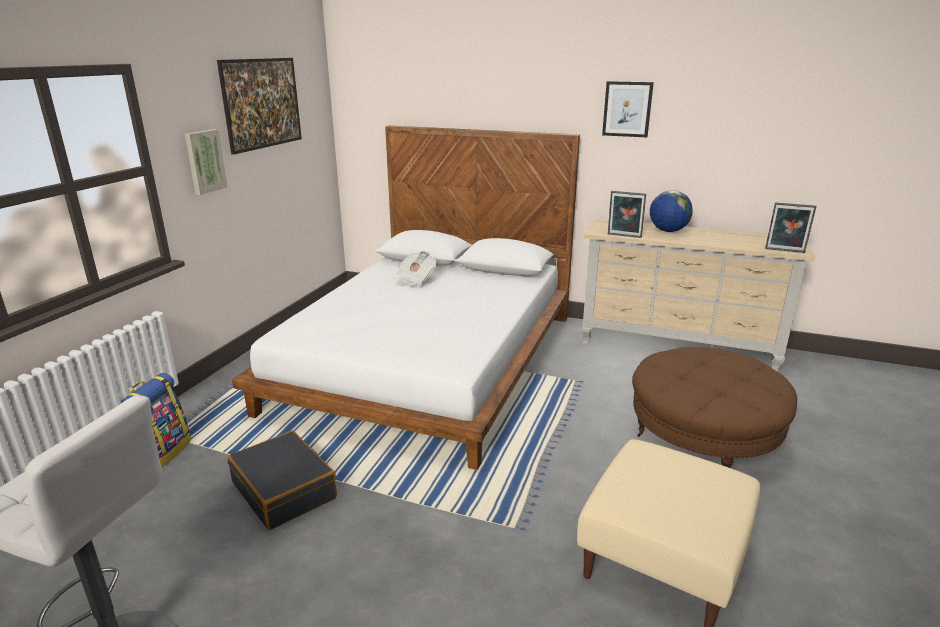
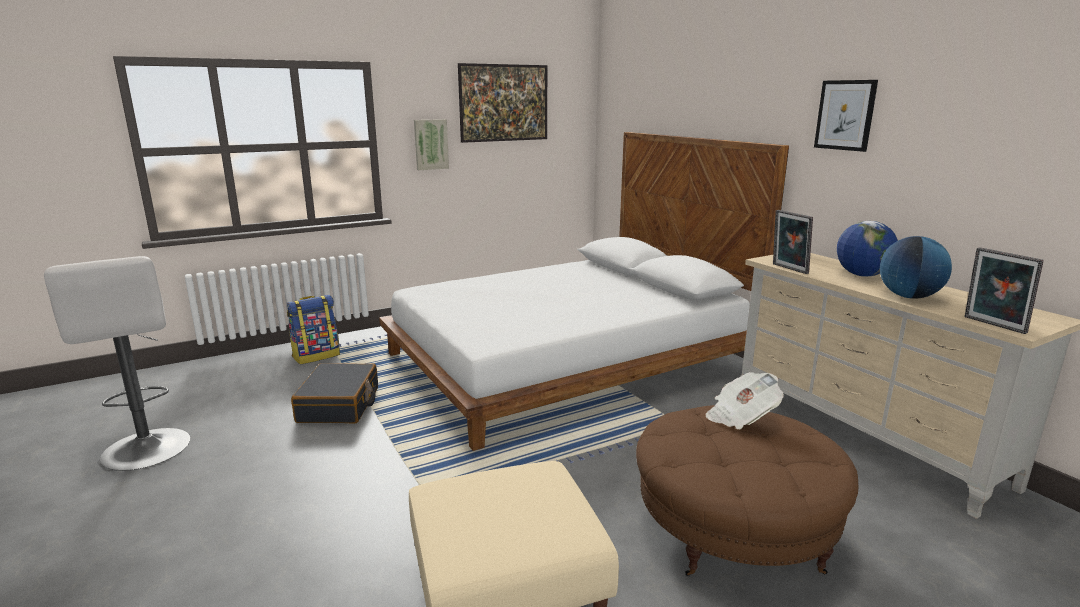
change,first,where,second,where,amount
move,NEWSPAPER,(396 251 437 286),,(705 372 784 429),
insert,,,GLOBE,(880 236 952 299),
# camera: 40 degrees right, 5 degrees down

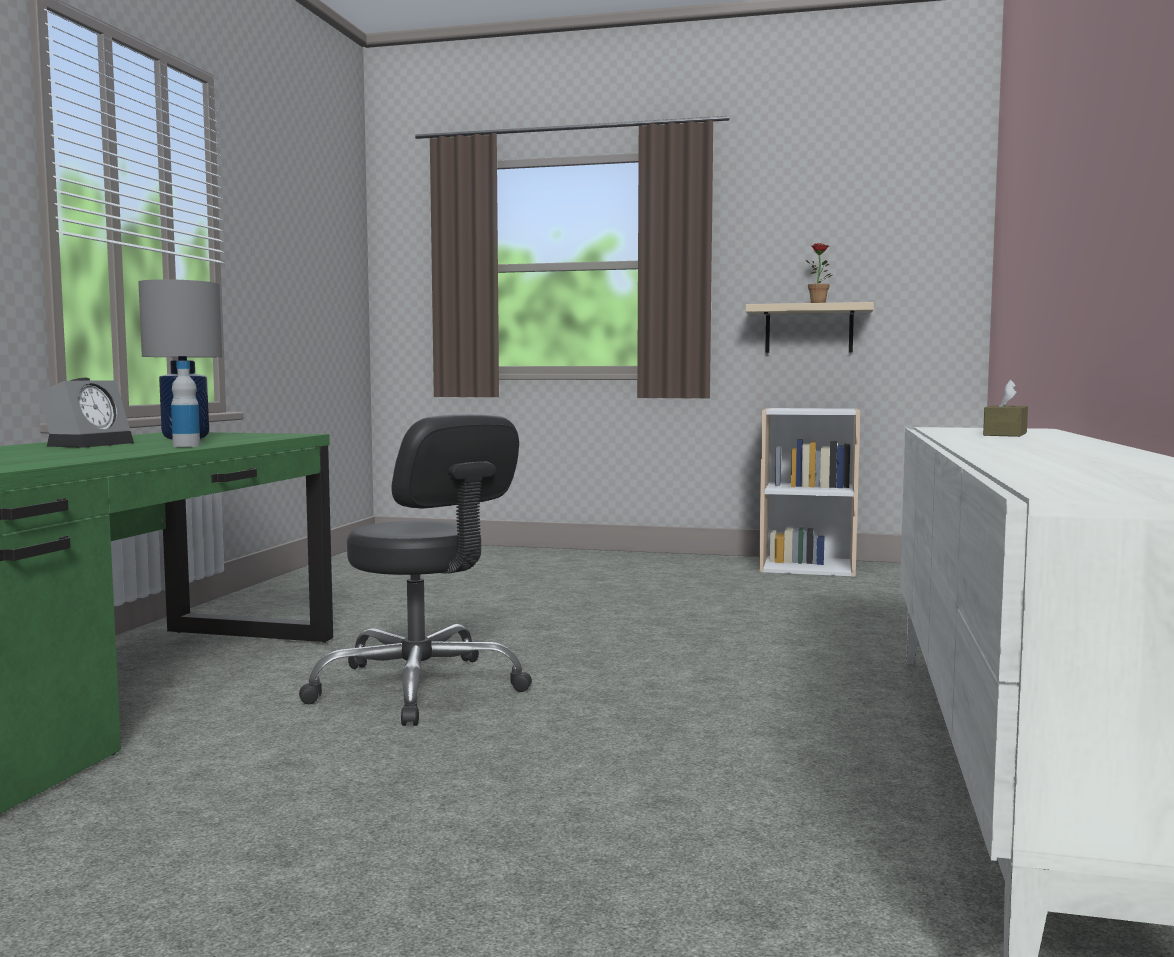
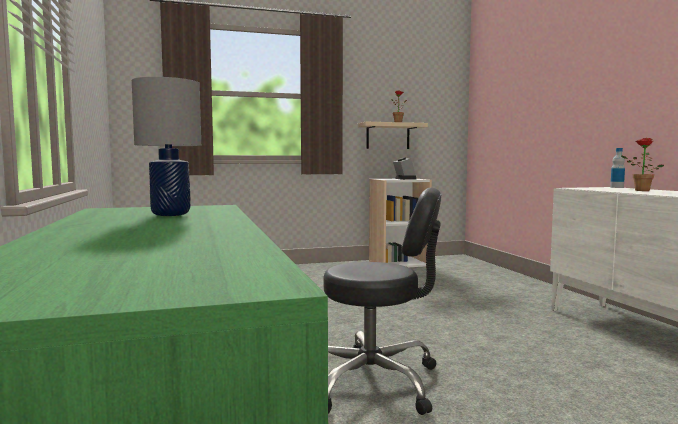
change,first,where,second,where,amount
move,ALARM CLOCK,(37 378 134 448),,(393 157 417 180),
move,BOTTLE,(171 361 200 447),,(610 148 625 188),
replace,BROWN TISSUE BOX,(983 379 1028 437),POTTED PLANT,(620 138 664 191),
# camera: 30 degrees left, 0 degrees up

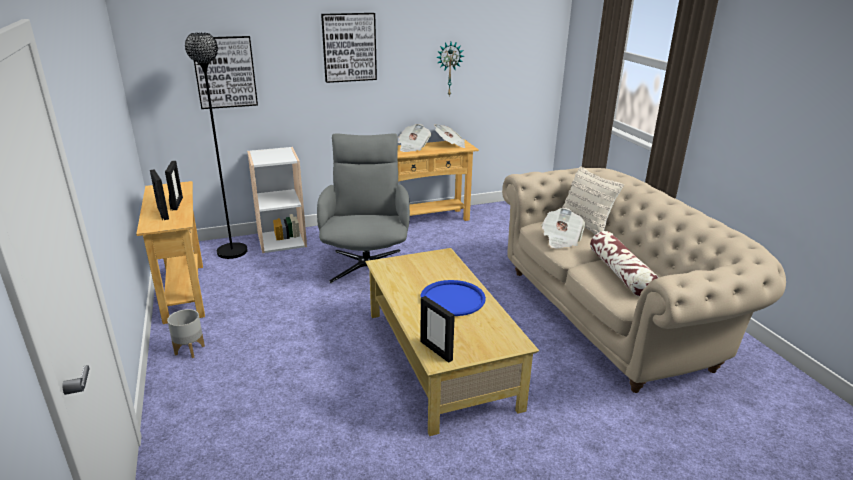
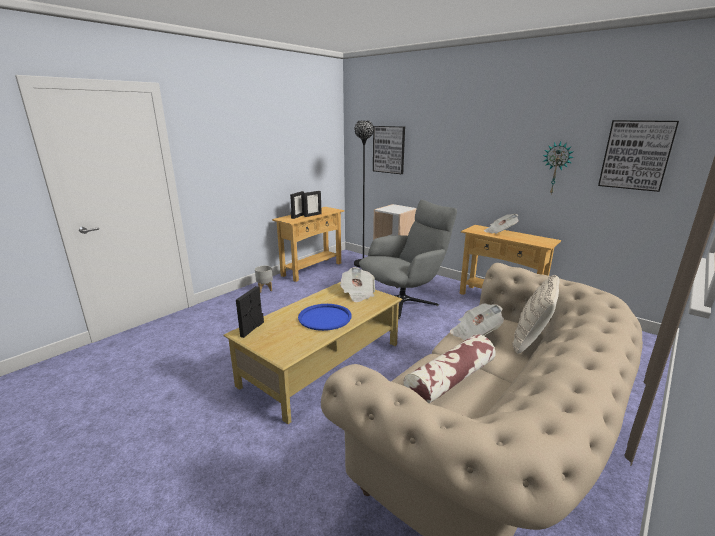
change,first,where,second,where,amount
move,PICTURE,(321 13 377 83),,(598 120 679 192),
move,NEWSPAPER,(434 124 465 148),,(340 267 375 302),
# camera: 60 degrees right, 5 degrees down

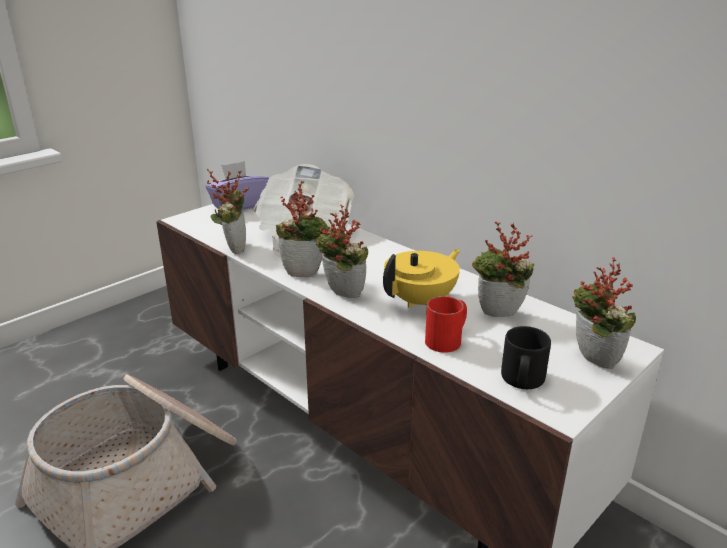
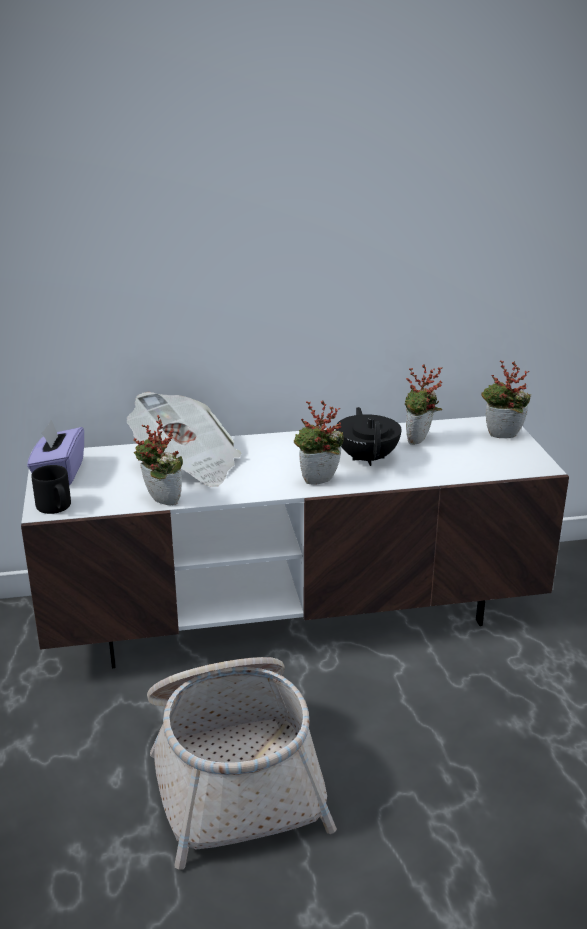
change,first,where,second,where,amount
delete,POTTED PLANT,(276 181 330 277),,,
recolor,YELLOW TEAPOT,(383 249 460 308),BLACK TEAPOT,(336 407 402 466),
delete,RED MUG,(425 296 467 353),,,
move,BLACK MUG,(501 326 551 389),,(31 465 71 514),
# camera: 55 degrees left, 0 degrees up

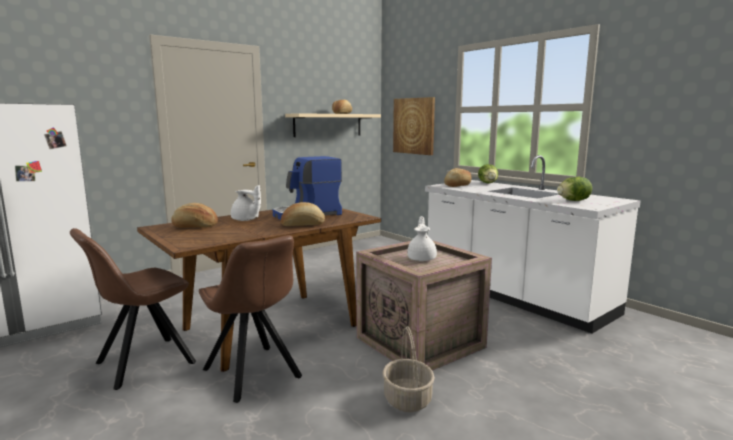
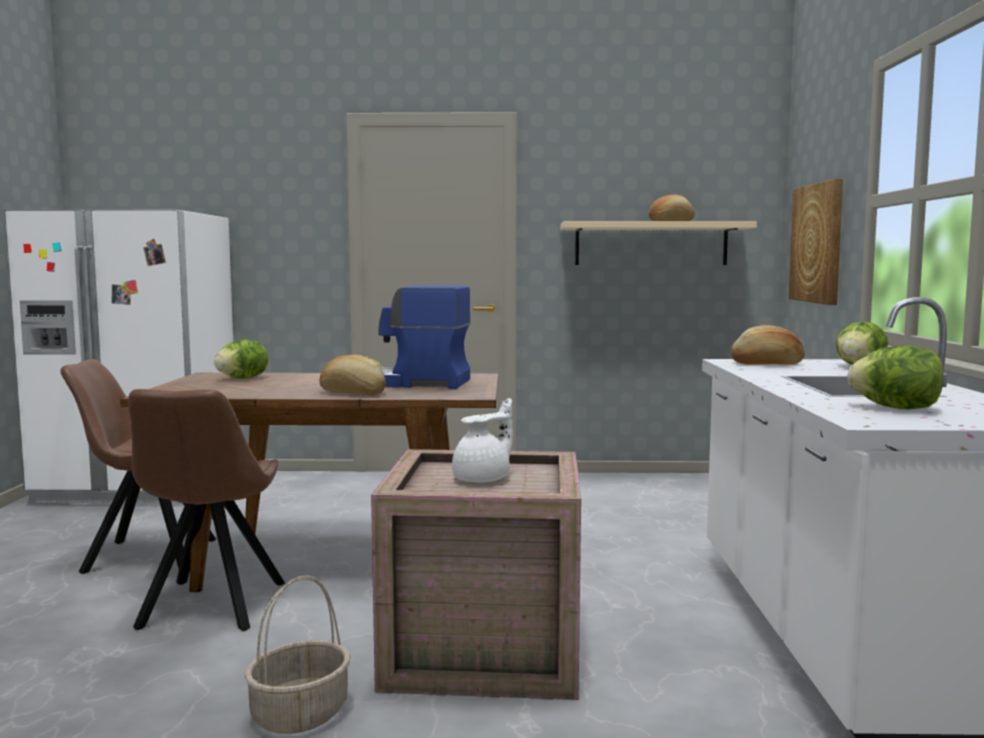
change,first,where,second,where,amount
replace,BREAD,(171 203 218 228),LETTUCE,(214 339 268 379),
delete,WHITE TEAPOT,(231 185 261 221),,,
# camera: 40 degrees right, 5 degrees down

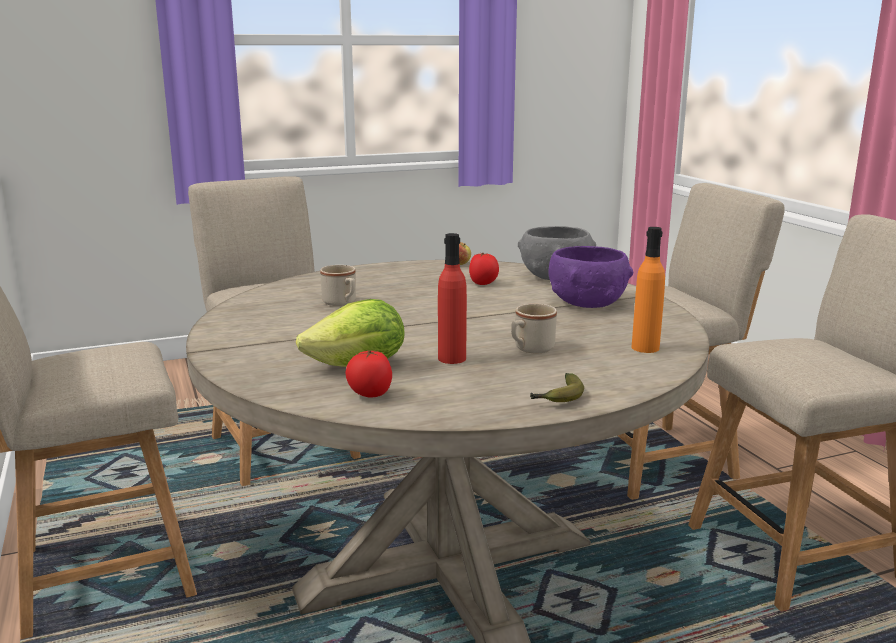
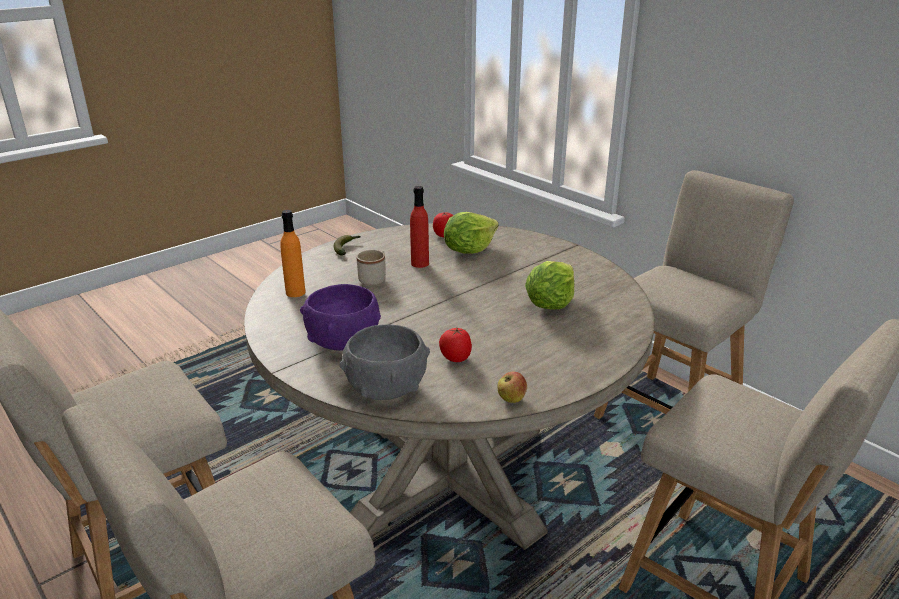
change,first,where,second,where,amount
replace,BEIGE MUG,(320 265 356 306),LETTUCE,(525 261 574 310),
# camera: 160 degrees right, 10 degrees up

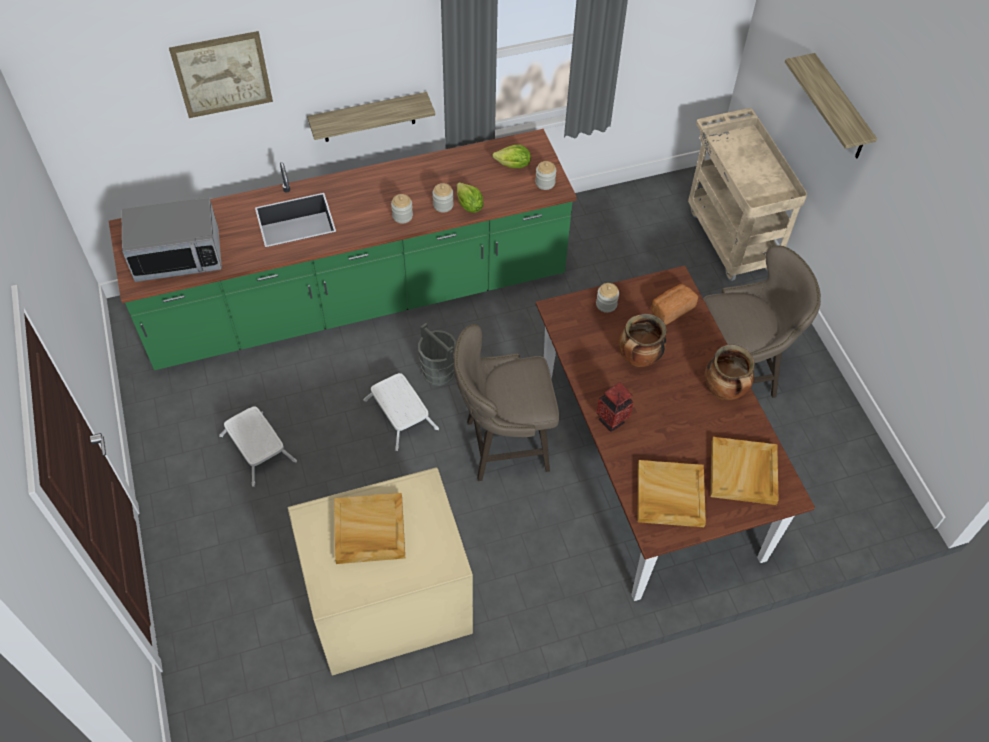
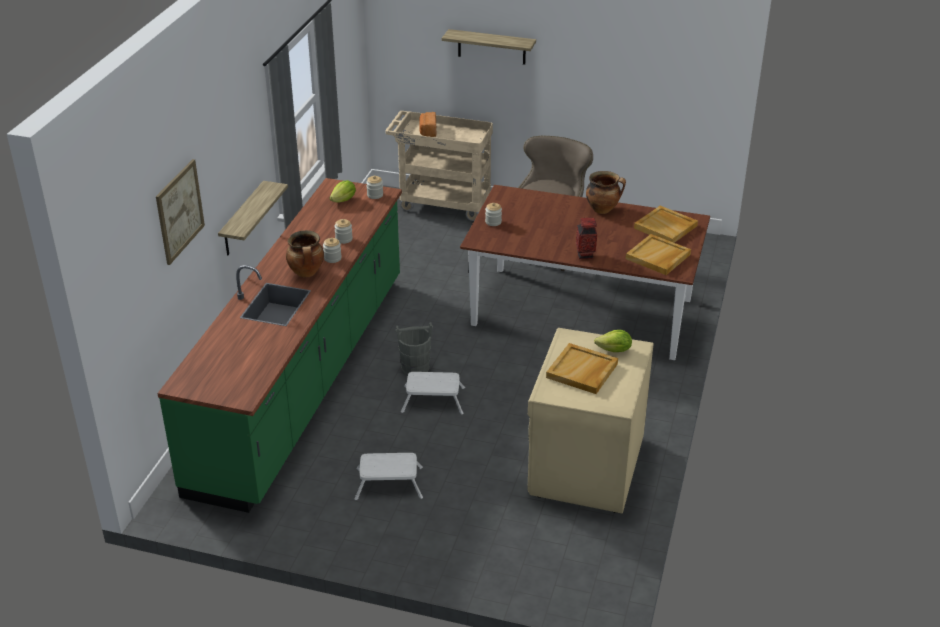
change,first,where,second,where,amount
delete,MICROWAVE,(121 197 222 282),,,
delete,BEIGE STOOL,(453 324 559 481),,,
move,LETTUCE,(457 182 484 213),,(594 330 632 352),
move,COOKING POT,(618 314 667 367),,(286 230 324 277),
move,BREAD,(651 284 698 325),,(419 112 436 137),
# camera: 55 degrees left, 20 degrees down

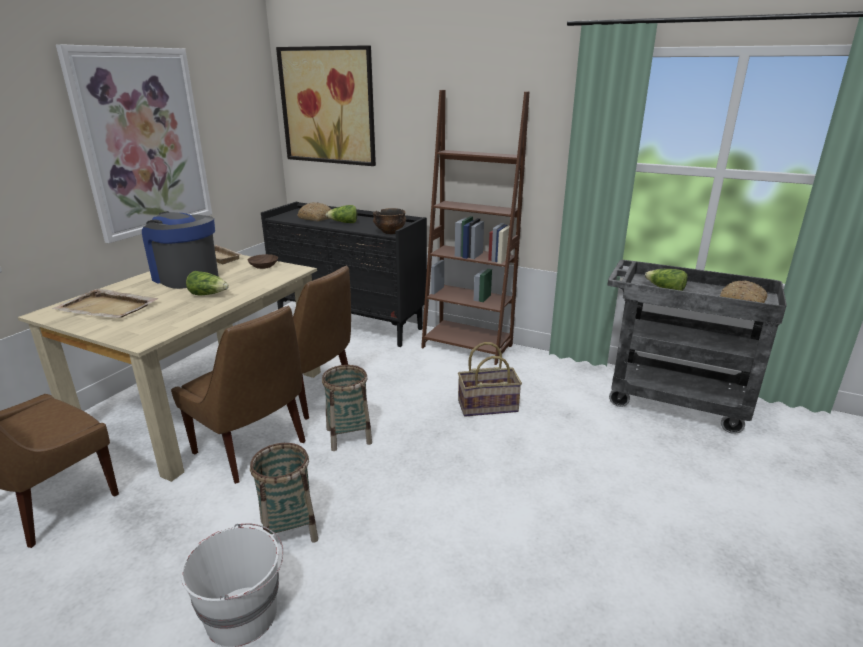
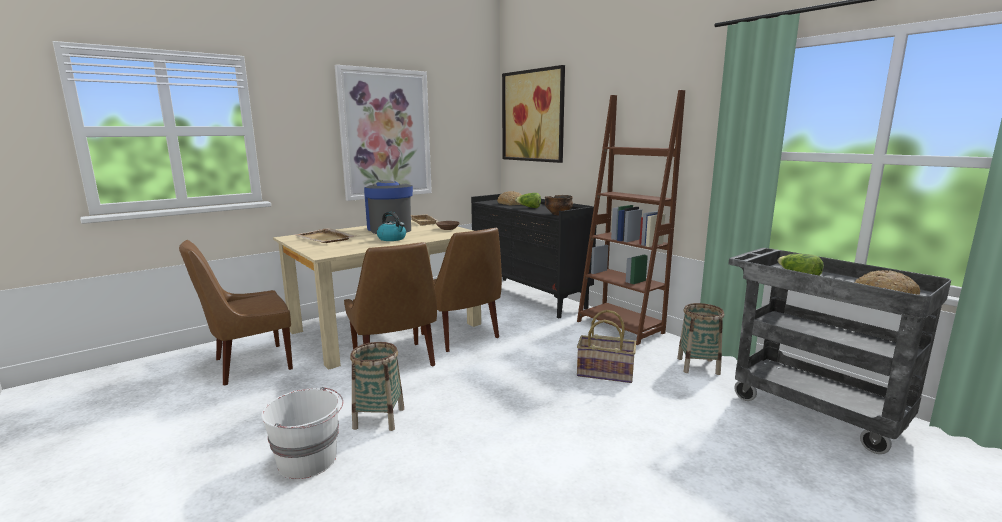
change,first,where,second,where,amount
replace,LETTUCE,(186 271 229 295),KETTLE,(377 212 406 241),
move,BASKET,(322 365 372 451),,(677 303 725 375),
# camera: 25 degrees right, 10 degrees down

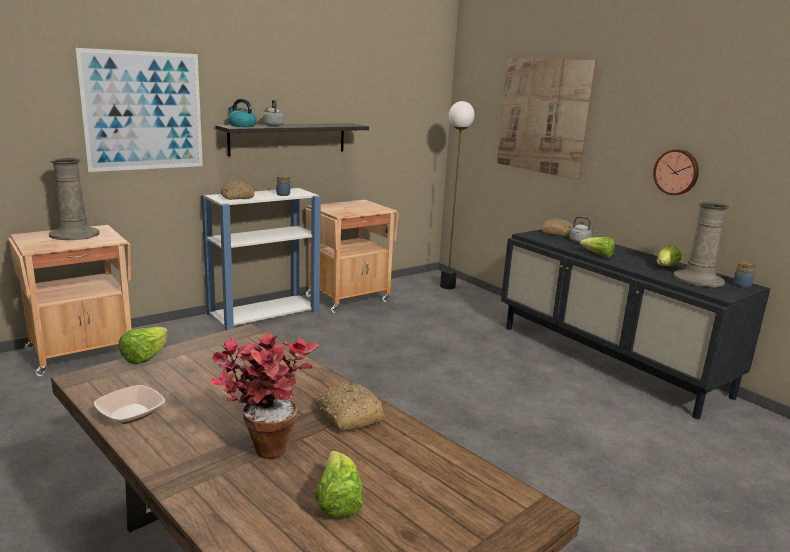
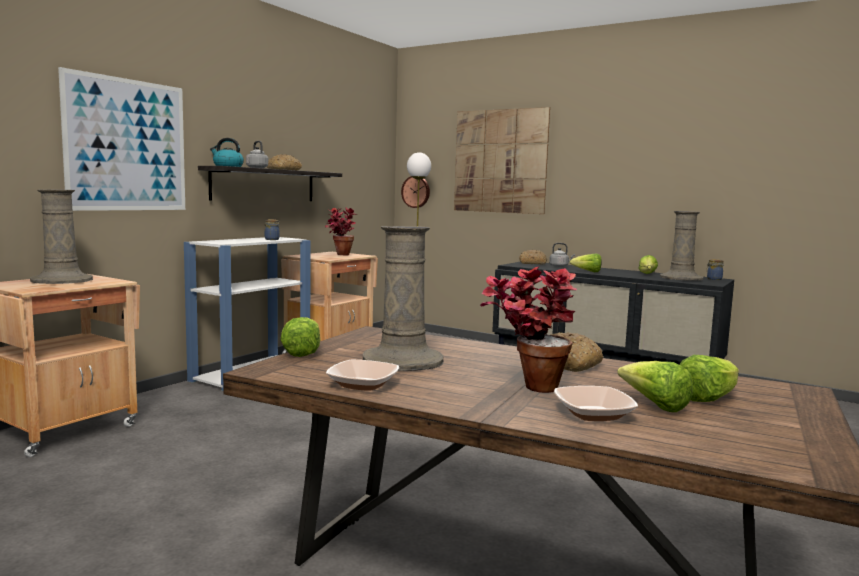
change,first,where,second,where,amount
move,BREAD,(221 181 254 200),,(267 154 302 170),
move,WALL CLOCK,(653 149 699 195),,(401 176 430 208),
insert,,,POTTED PLANT,(325 207 356 256),
insert,,,BEIGE VASE,(363 226 444 371),
insert,,,BOWL,(554 386 638 421),
insert,,,LETTUCE,(679 355 739 402),
# camera: 20 degrees left, 10 degrees down

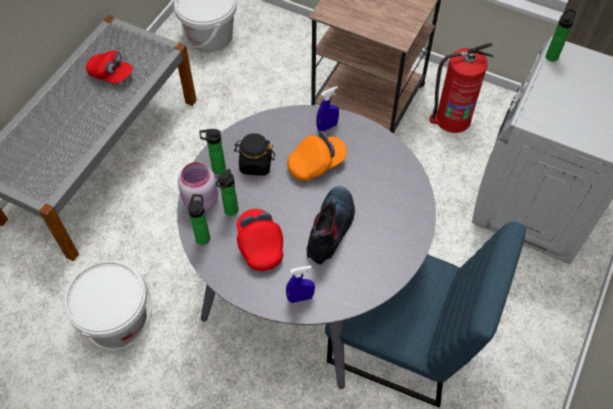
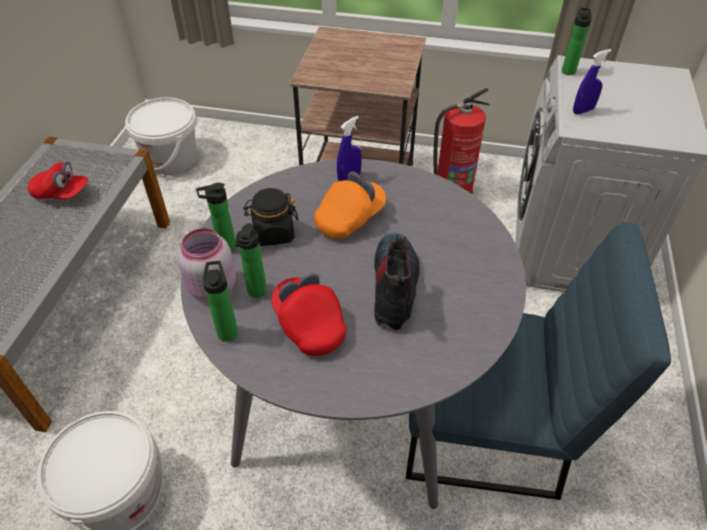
change,first,where,second,where,amount
move,BLUE SPRAY BOTTLE,(286 265 315 303),,(573 49 611 114),
# camera: 15 degrees left, 10 degrees down

